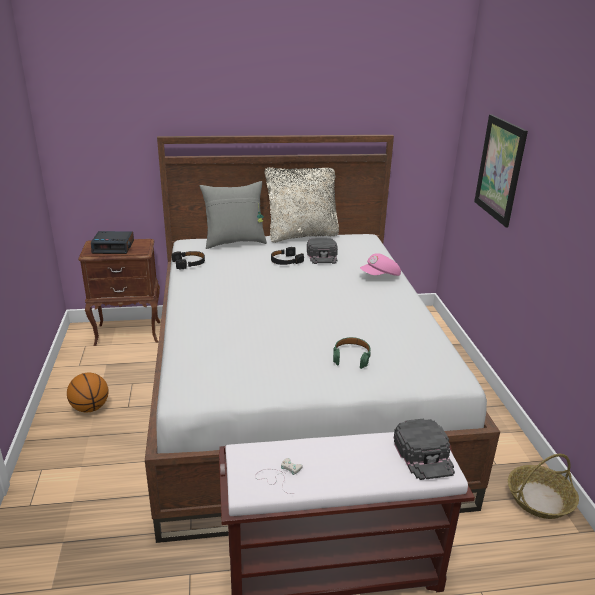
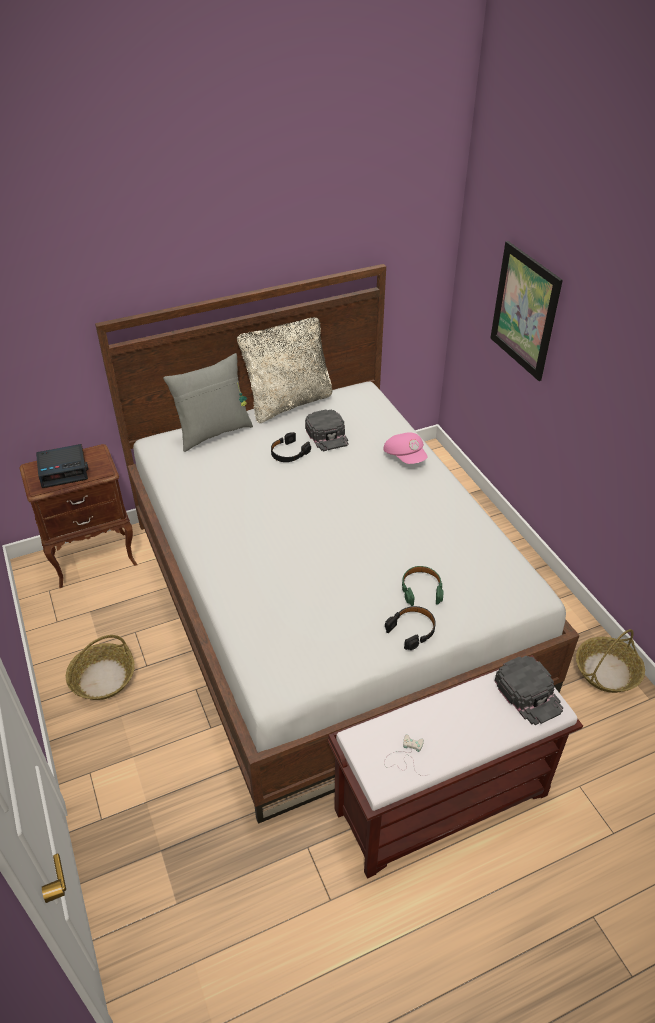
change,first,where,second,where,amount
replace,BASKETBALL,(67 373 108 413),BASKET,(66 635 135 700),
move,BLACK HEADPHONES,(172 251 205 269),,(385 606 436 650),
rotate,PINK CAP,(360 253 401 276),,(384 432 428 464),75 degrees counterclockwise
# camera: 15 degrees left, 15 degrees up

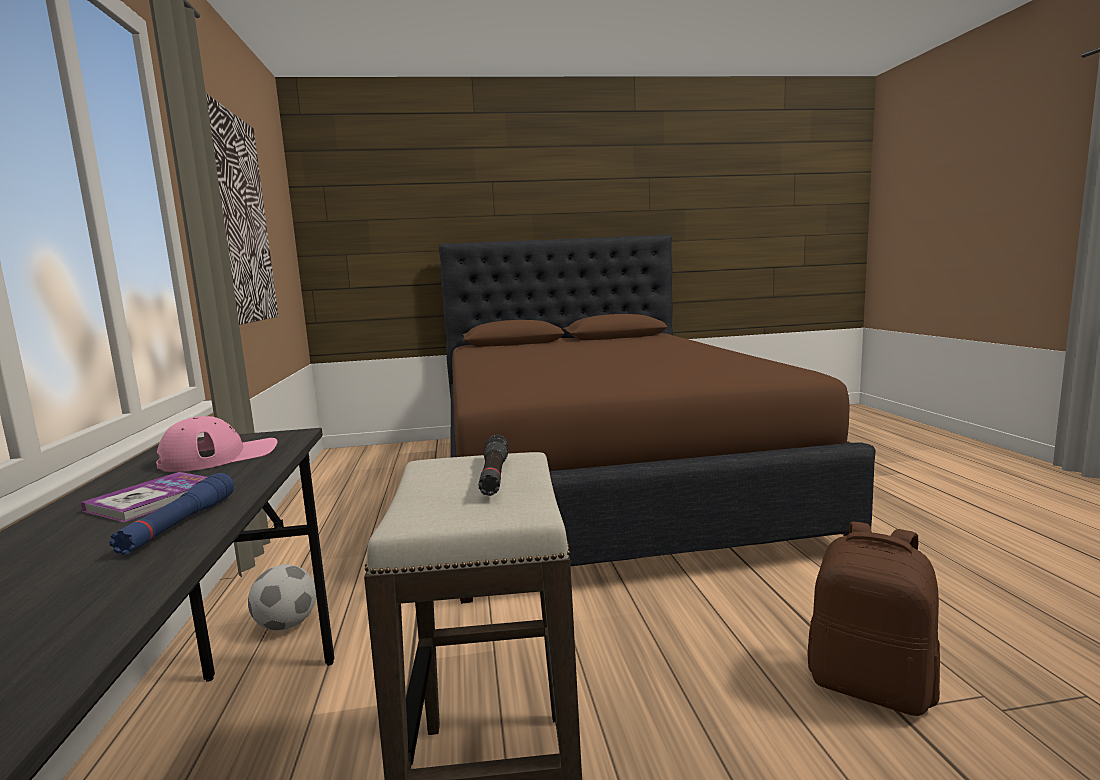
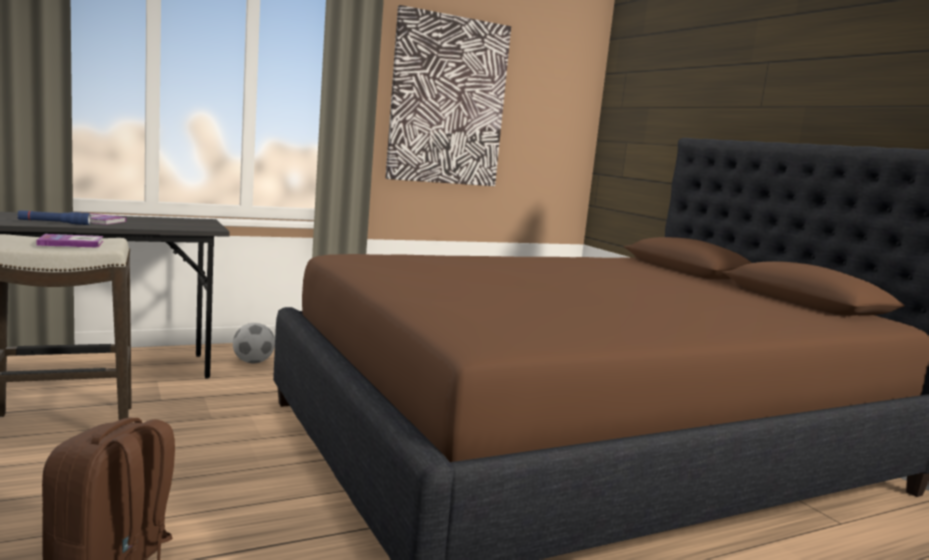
change,first,where,second,where,amount
delete,PINK CAP,(156 416 277 472),,,
replace,BLACK FLASHLIGHT,(478 434 509 496),BOOK,(36 234 103 248),
# camera: 70 degrees right, 0 degrees up

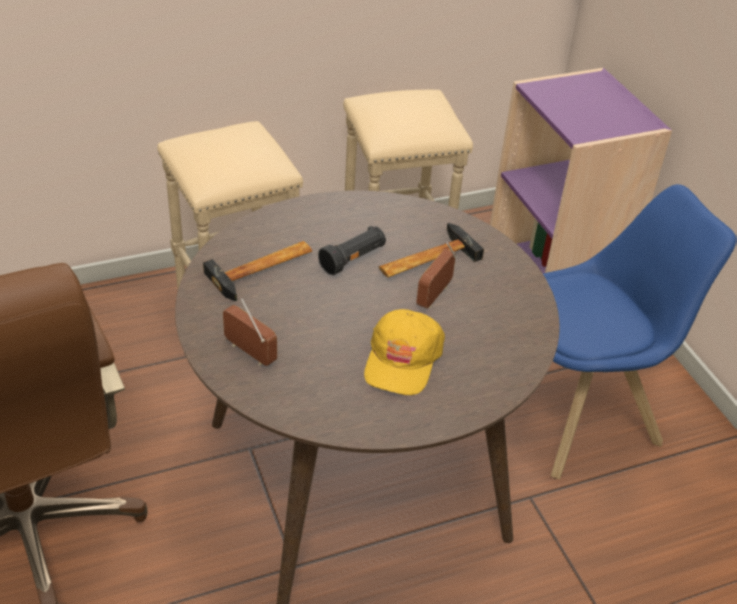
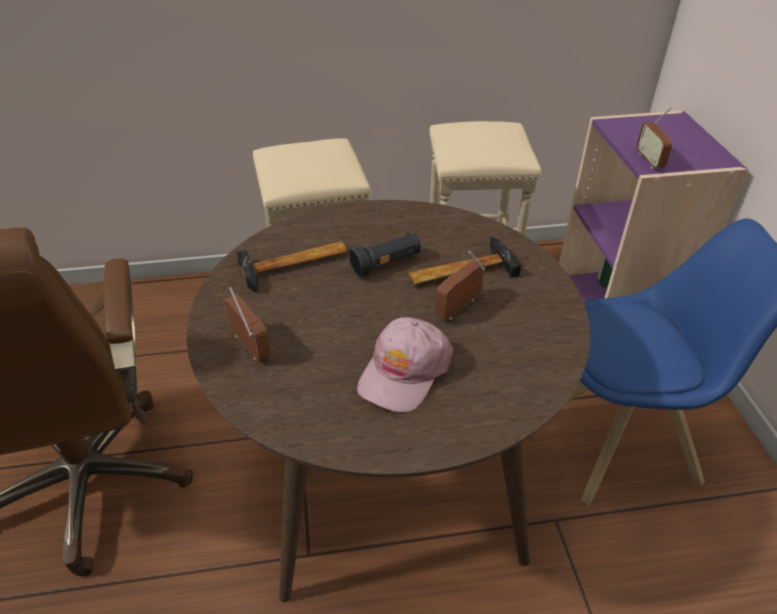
change,first,where,second,where,amount
recolor,YELLOW CAP,(364 309 445 395),PINK CAP,(357 317 454 413),
insert,,,RADIO,(637 107 672 169),
# camera: 15 degrees right, 0 degrees up

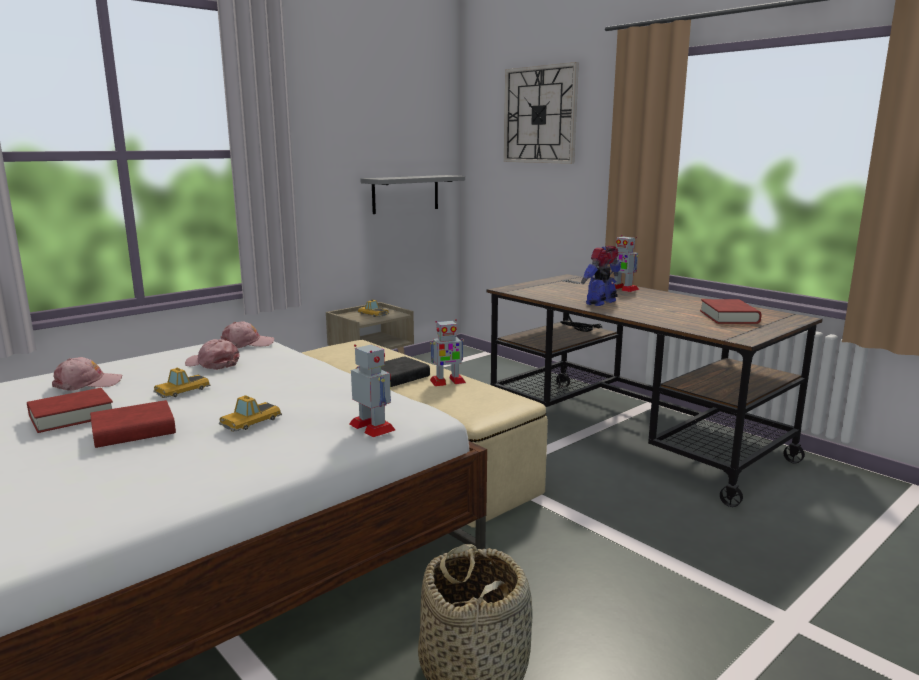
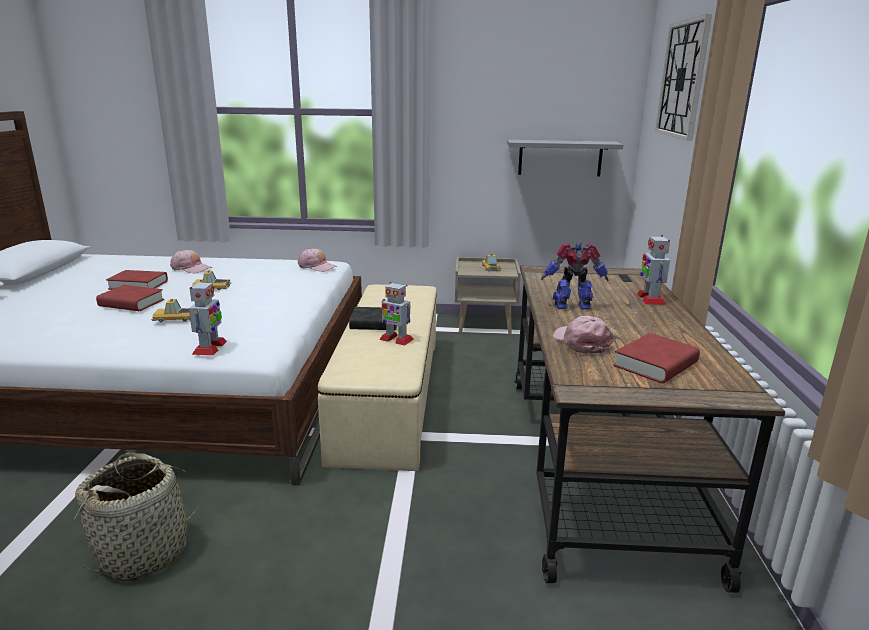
change,first,where,second,where,amount
move,PINK CAP,(185 339 240 370),,(553 316 614 354),
# camera: 45 degrees right, 5 degrees up

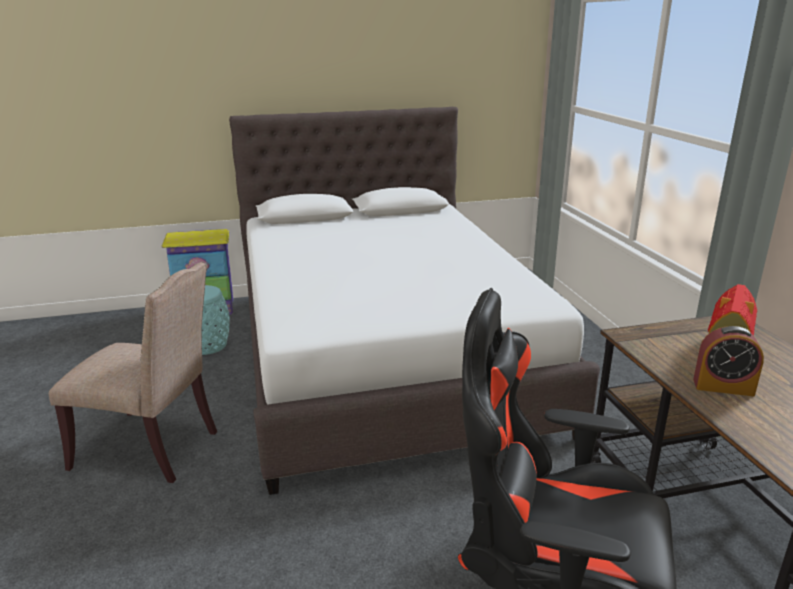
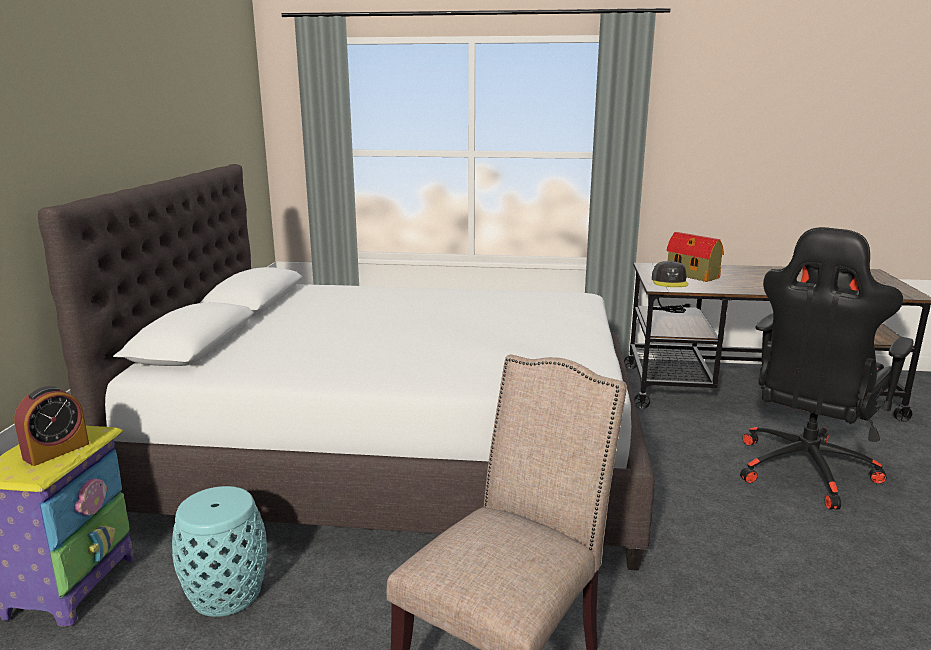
change,first,where,second,where,amount
move,ALARM CLOCK,(693 326 764 396),,(14 386 89 466),
insert,,,GREY CAP,(652 261 688 287),
# camera: 70 degrees left, 5 degrees down

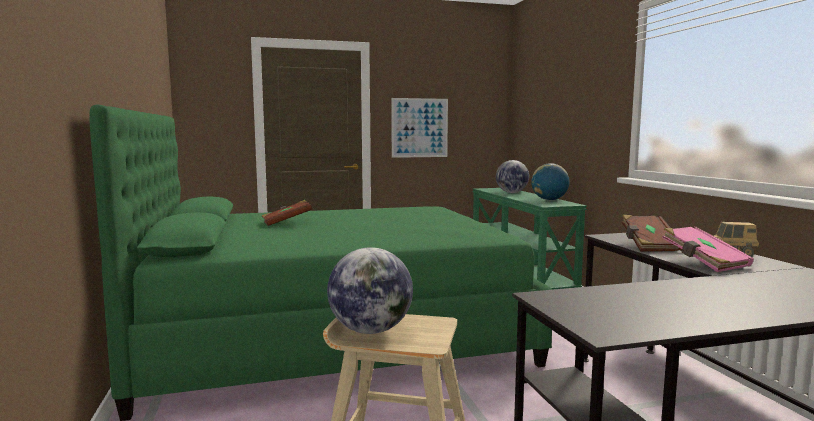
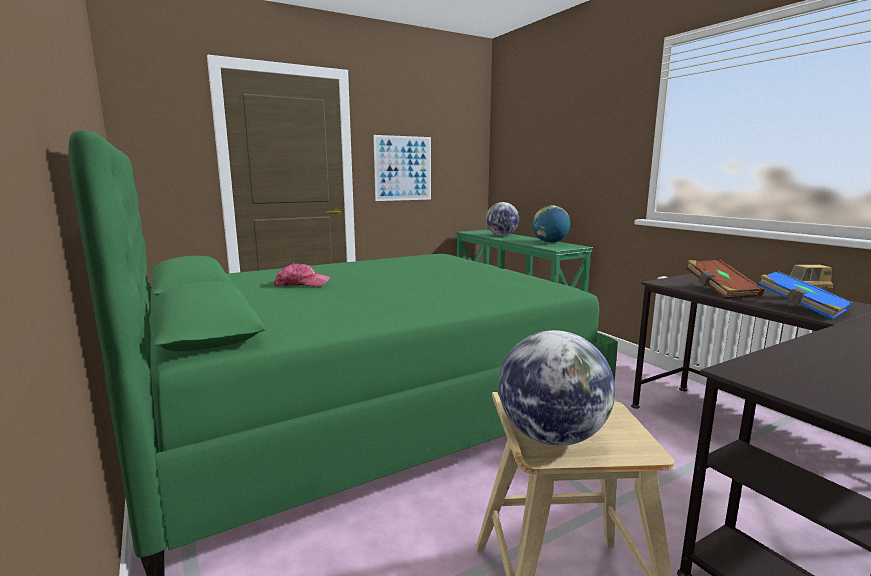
change,first,where,second,where,amount
replace,BROWN BOOK,(262 200 312 226),CAP,(273 263 331 287),
recolor,PINK BOOK,(662 226 754 272),BLUE BOOK,(757 271 852 320),
# camera: 15 degrees left, 5 degrees up

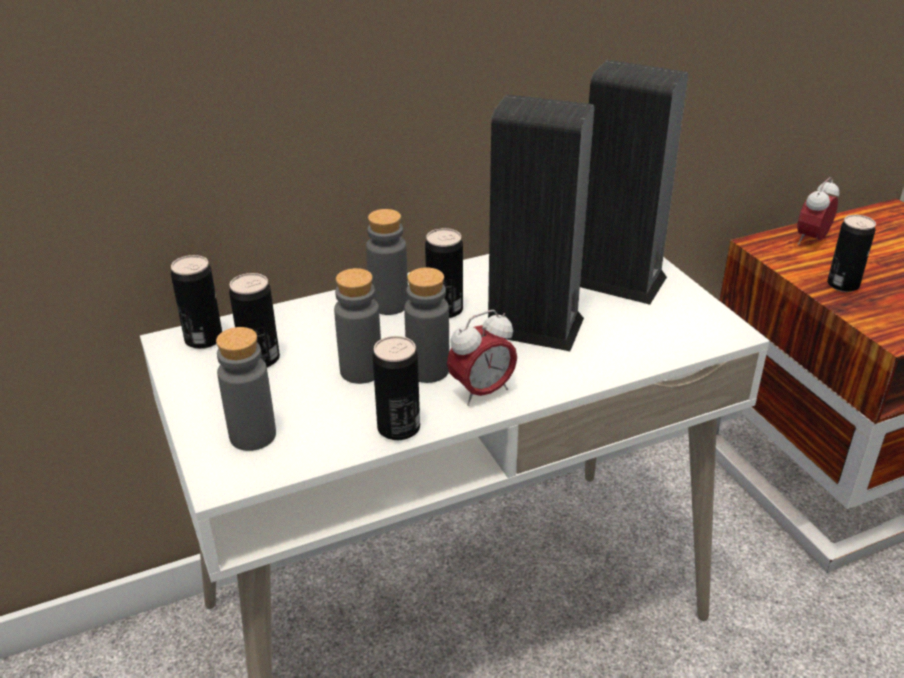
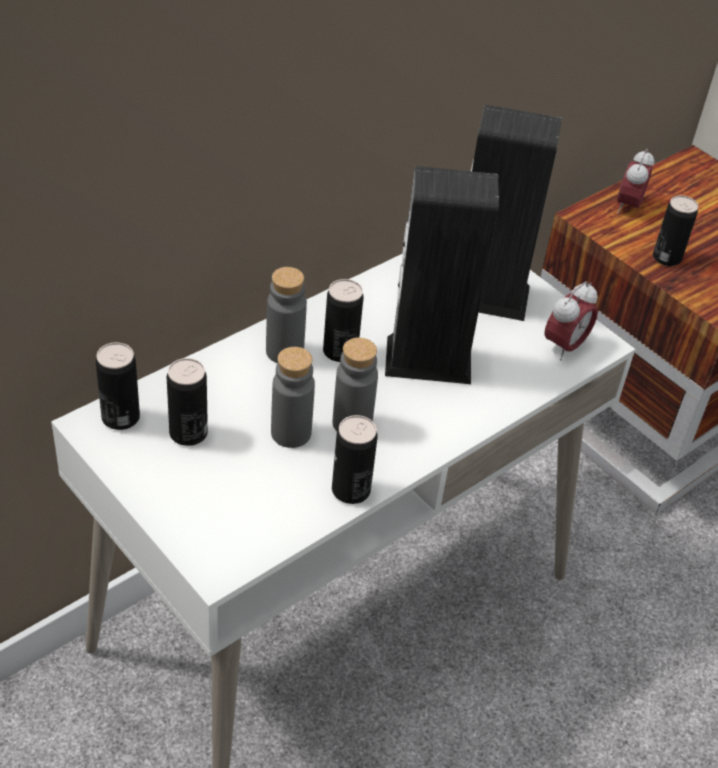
change,first,where,second,where,amount
delete,GREY BOTTLE,(216 327 276 451),,,
move,ALARM CLOCK,(447 310 517 406),,(544 281 598 361),
# camera: 20 degrees left, 10 degrees up

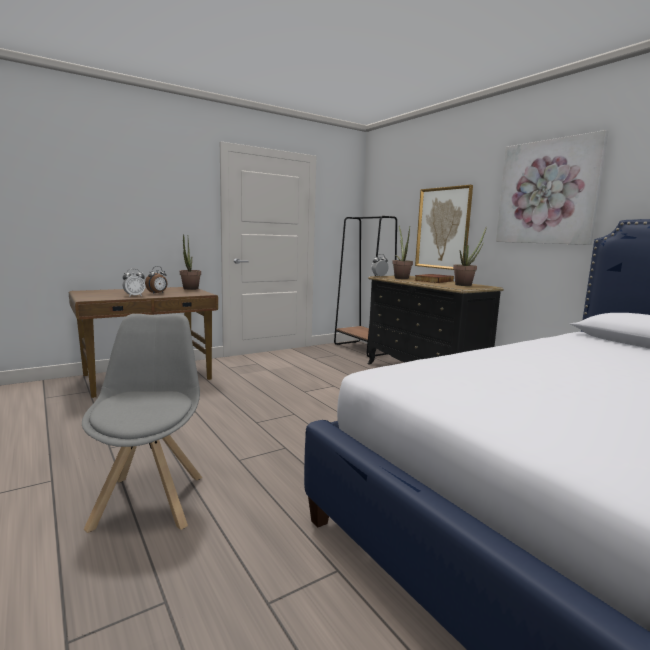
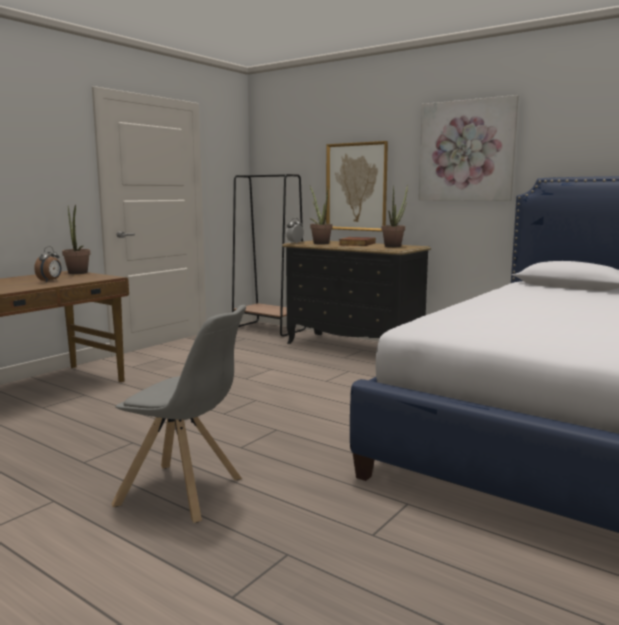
change,first,where,second,where,amount
rotate,GREY CHAIR,(82 314 202 533),,(111 305 246 523),135 degrees clockwise
delete,ALARM CLOCK,(123 269 145 297),,,
# camera: 20 degrees left, 0 degrees up

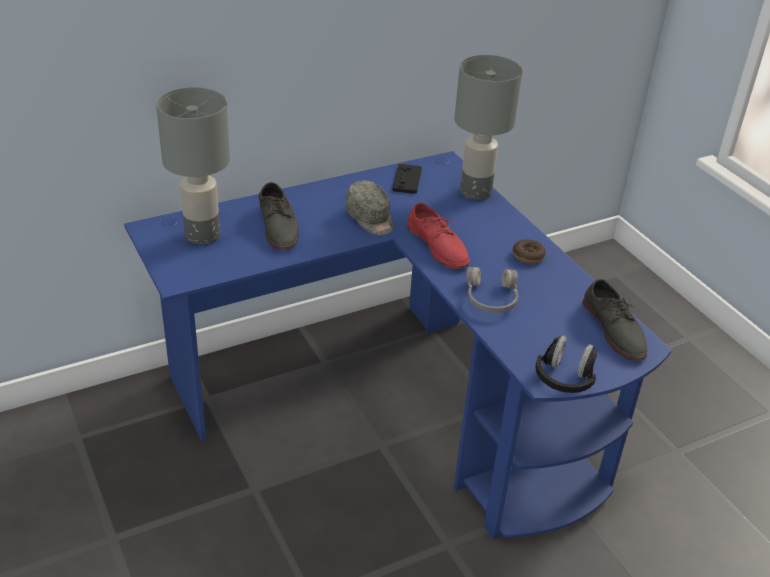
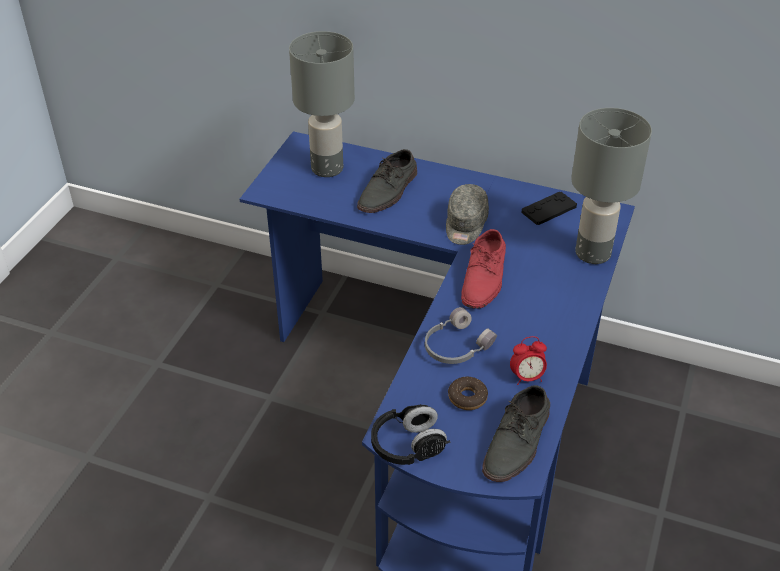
change,first,where,second,where,amount
move,DONUT,(512 239 546 264),,(448 377 488 410),
insert,,,ALARM CLOCK,(510 336 547 385),
# camera: 50 degrees right, 5 degrees up

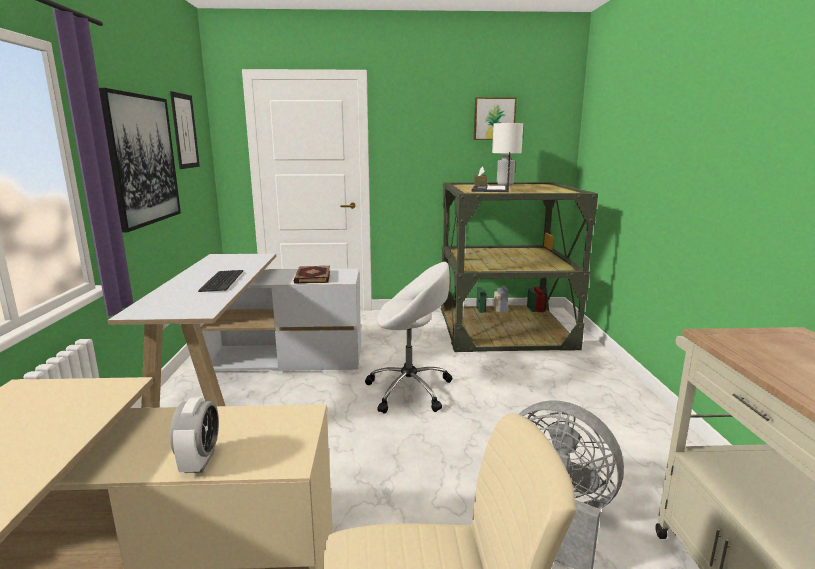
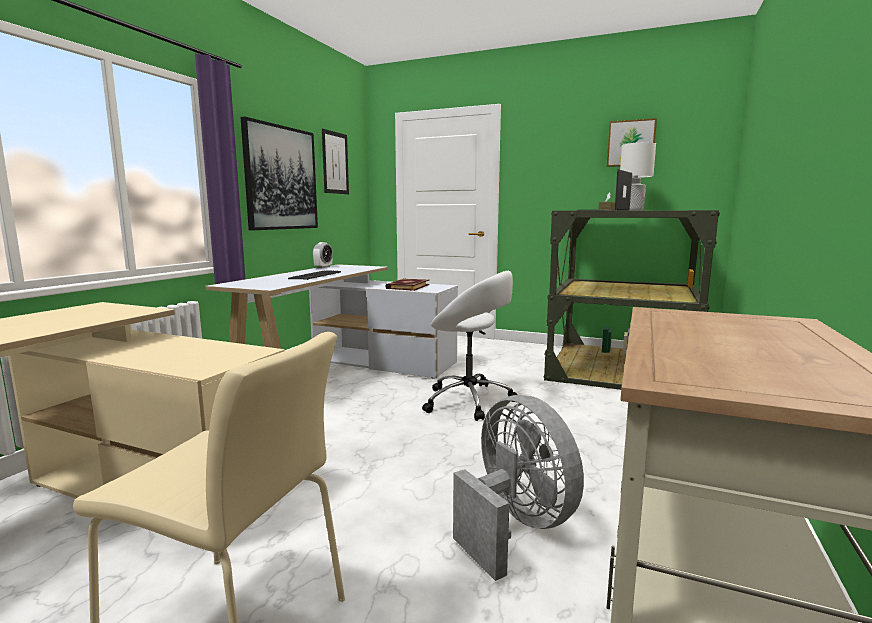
change,first,where,second,where,amount
move,ALARM CLOCK,(170 397 219 473),,(313 242 333 268),
# camera: 25 degrees right, 5 degrees down

